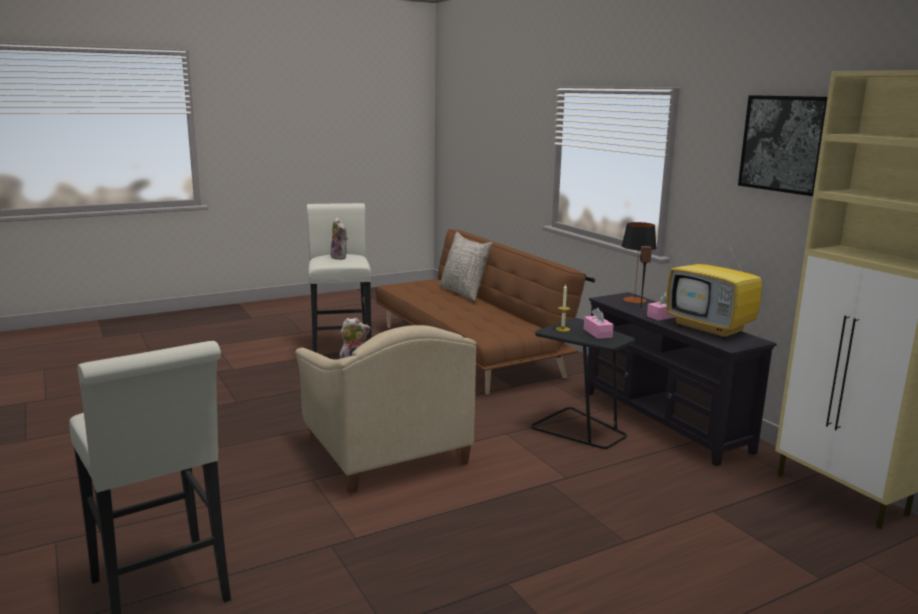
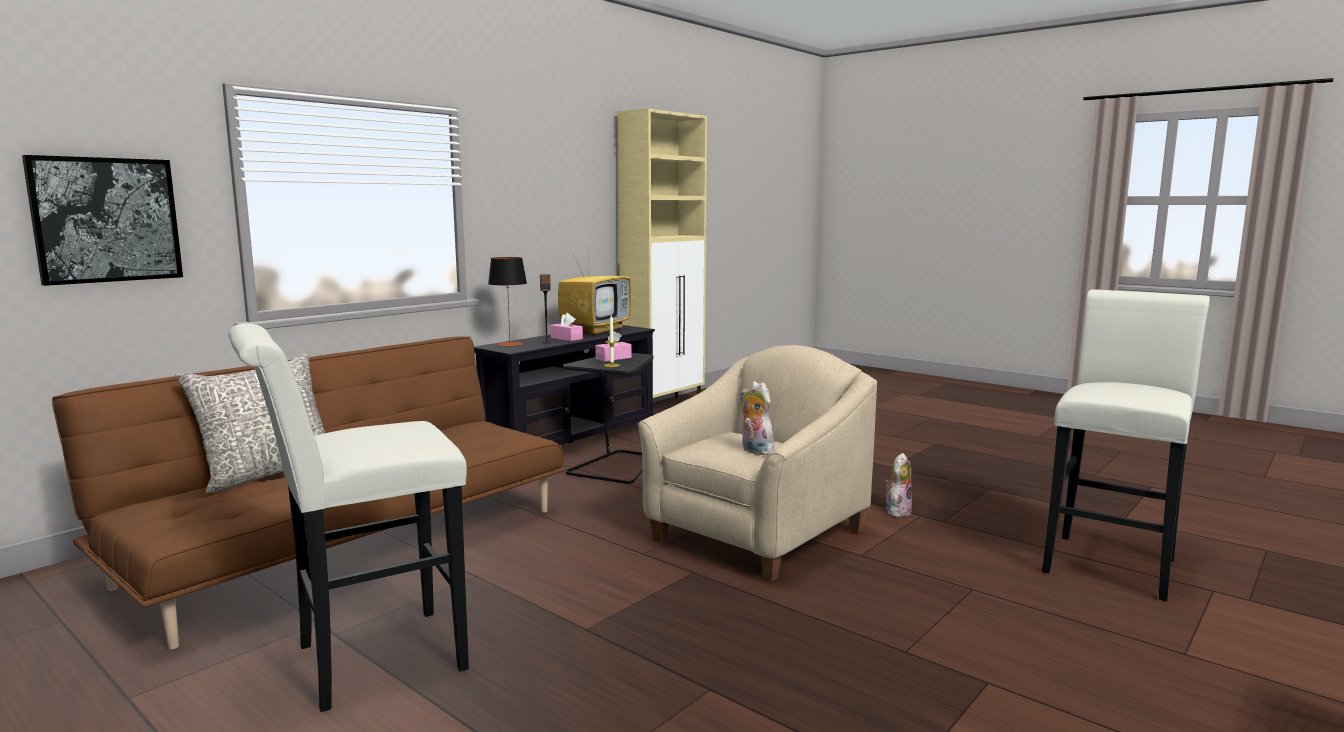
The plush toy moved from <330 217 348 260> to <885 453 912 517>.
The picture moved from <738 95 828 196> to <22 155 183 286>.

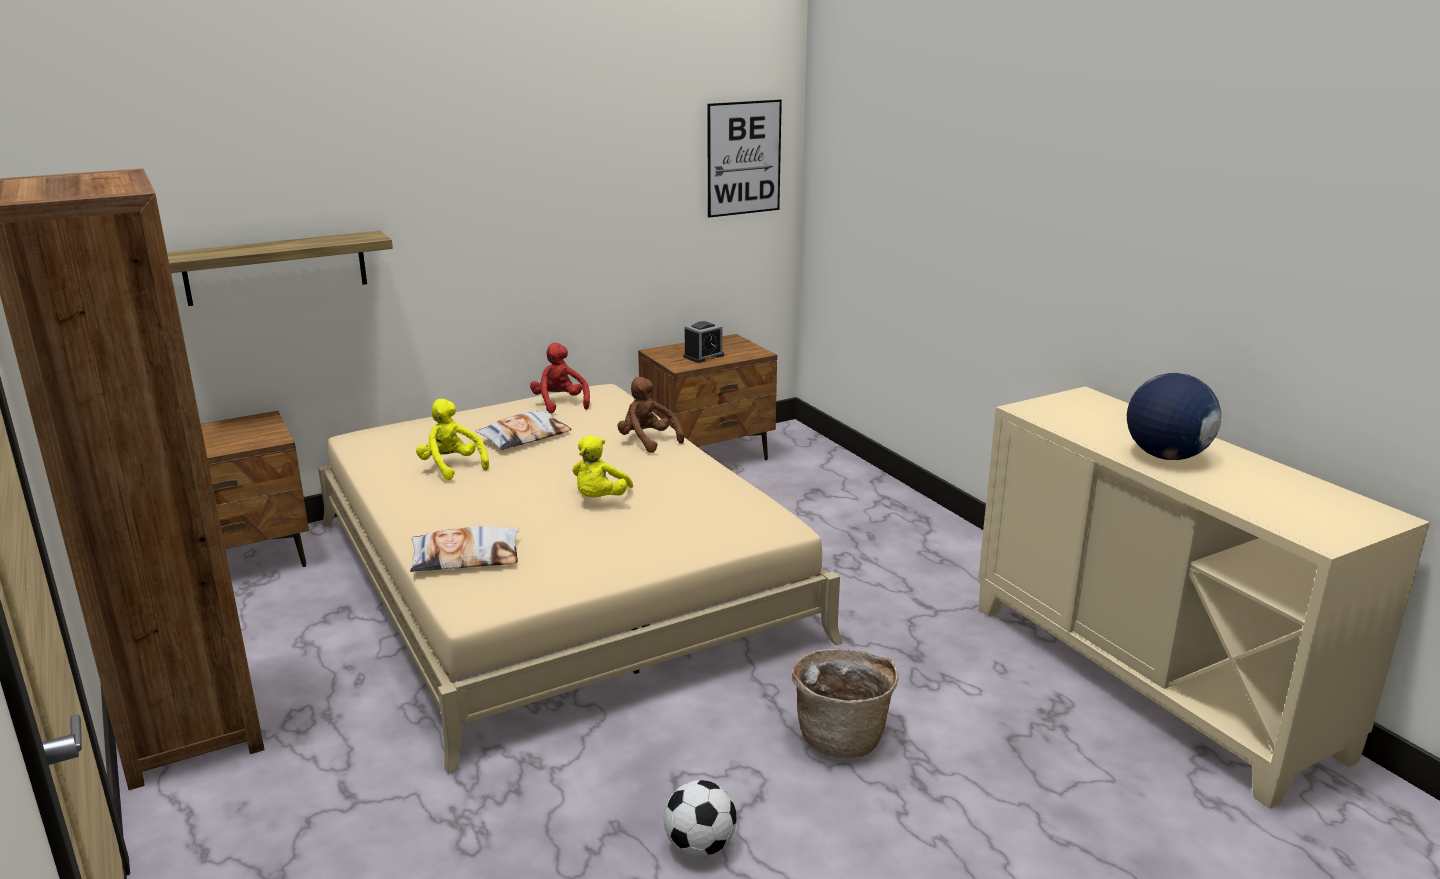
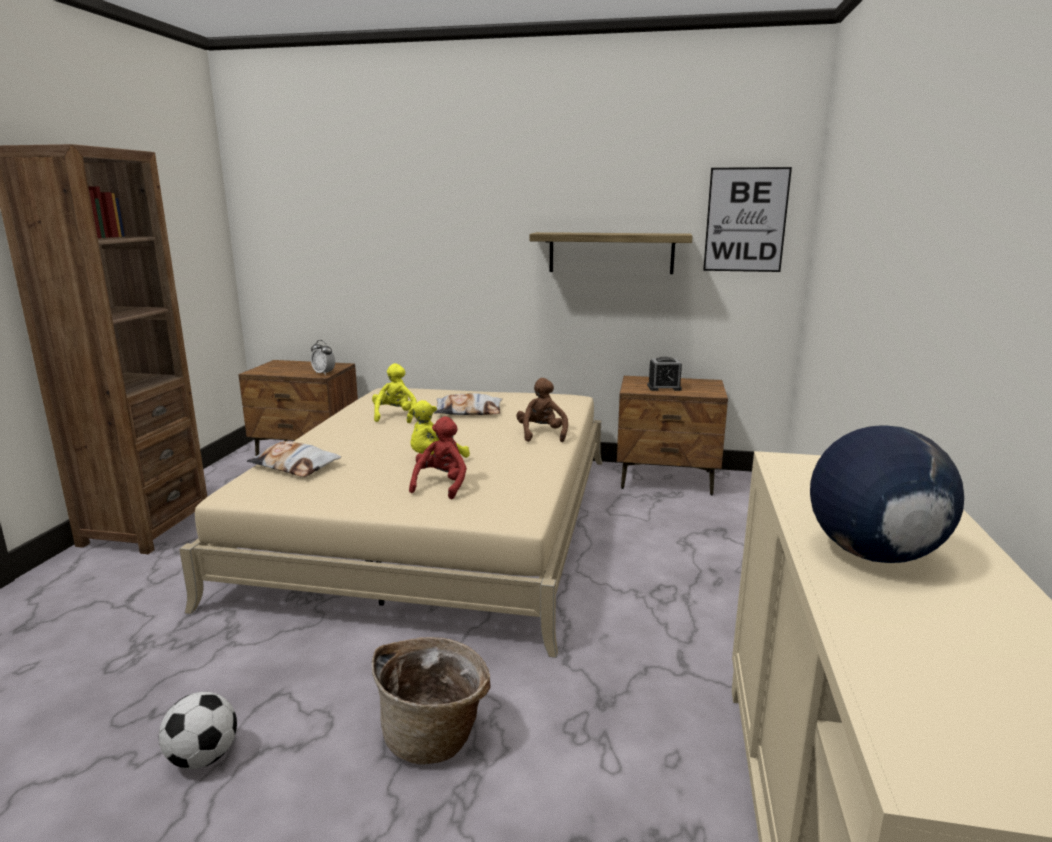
The wall shelf moved from <167 231 393 306> to <530 232 693 274>.
The reddish plush toy moved from <530 343 590 414> to <409 416 467 499>.
The alarm clock at <311 340 335 376> appeared.

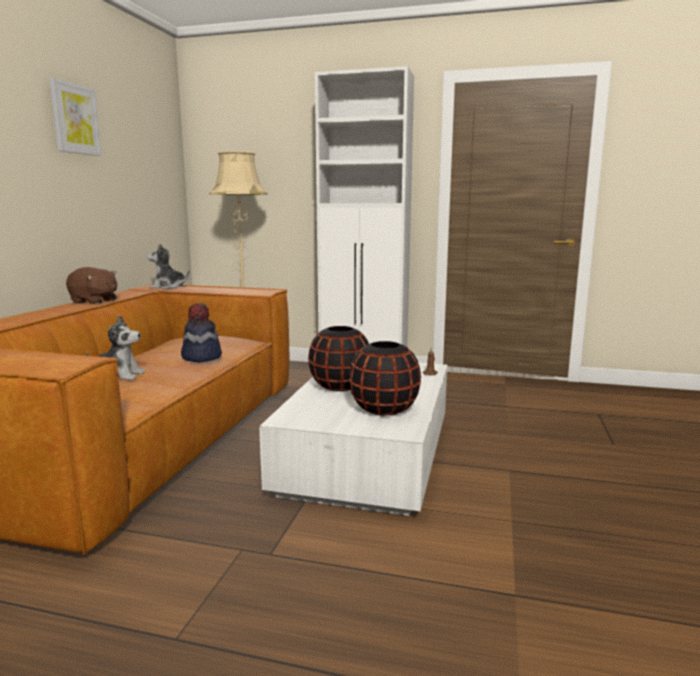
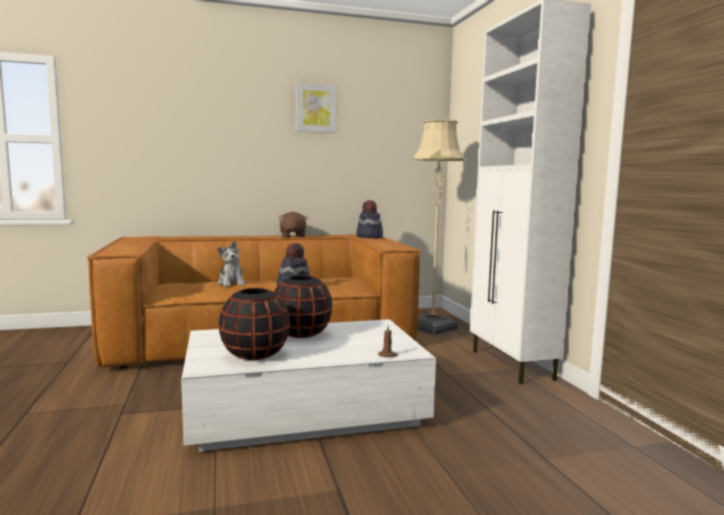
The plush toy at <147 243 190 289> was replaced by the clothing hat at <357 200 383 238>.

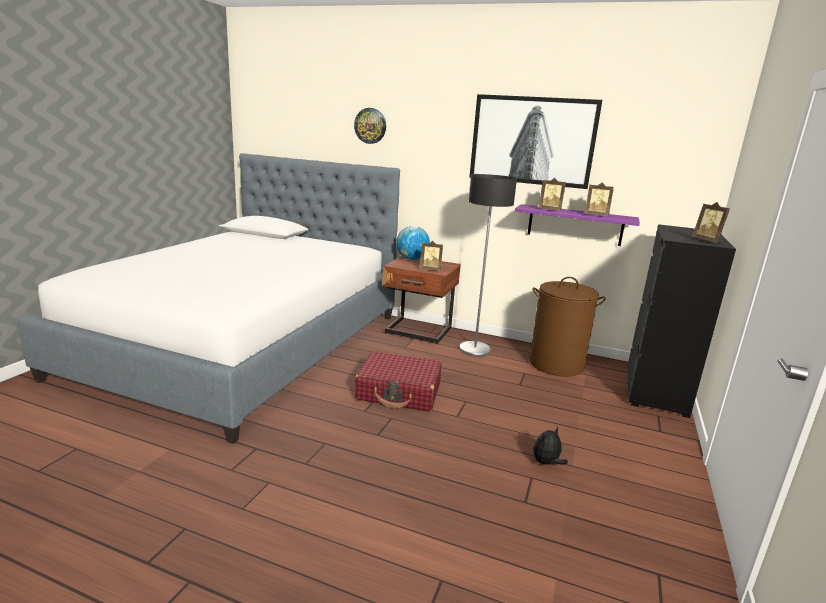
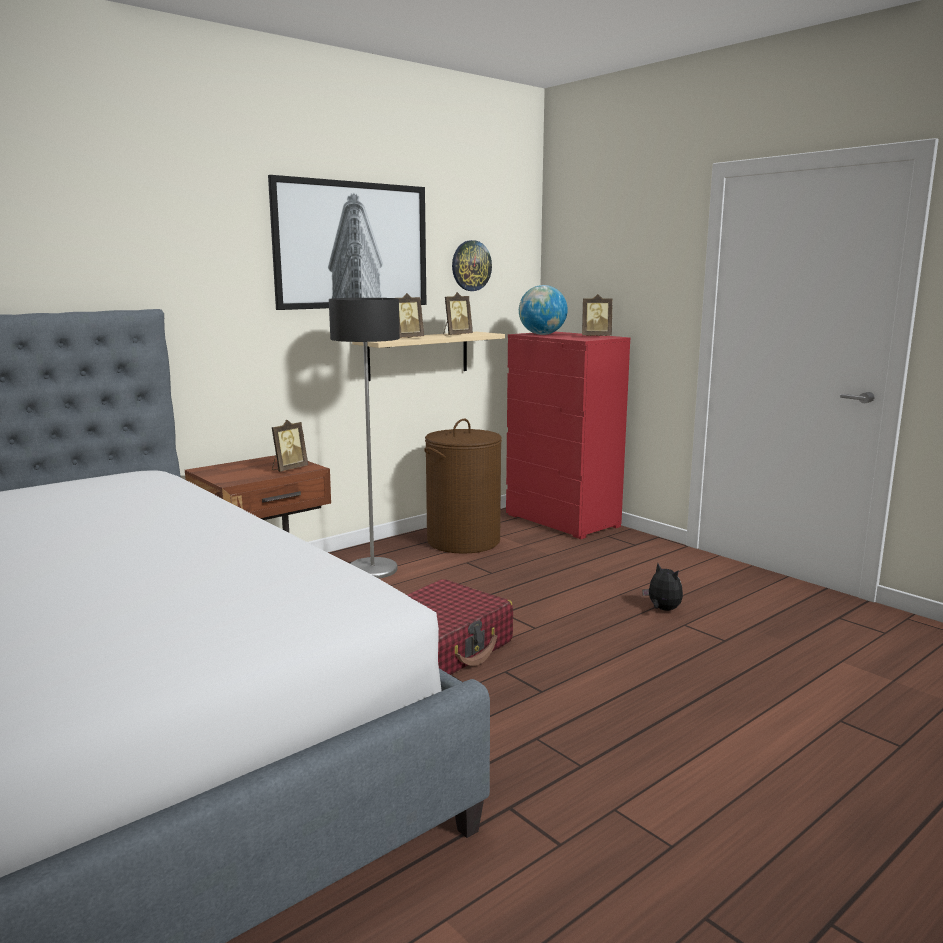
The clock on the wall moved from <354 108 386 144> to <452 240 492 291>.
The desk globe moved from <396 226 430 260> to <519 285 568 335>.
The purple wall shelf at <515 204 640 246> became the beige wall shelf at <352 332 505 381>.
The plush toy at <533 426 568 465> turned 150 degrees clockwise.
The black drawer chest at <628 224 736 418> became the reddish drawer chest at <506 332 630 539>.

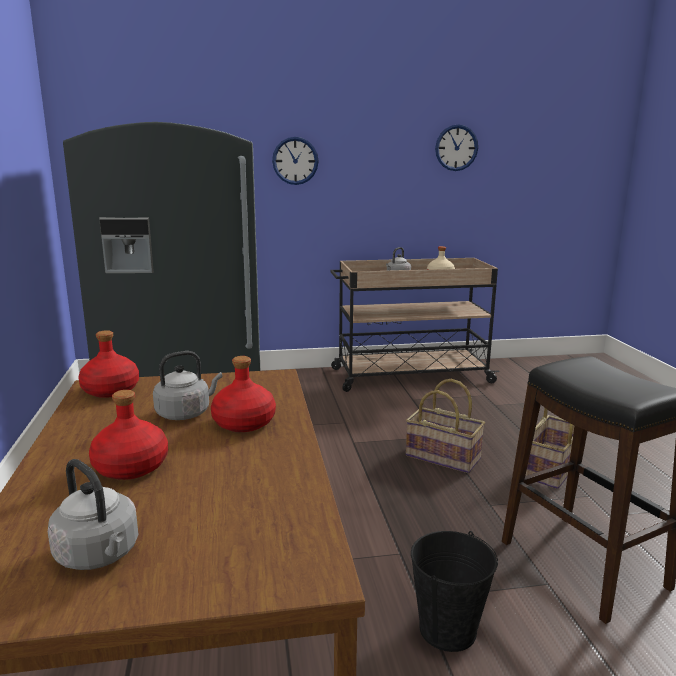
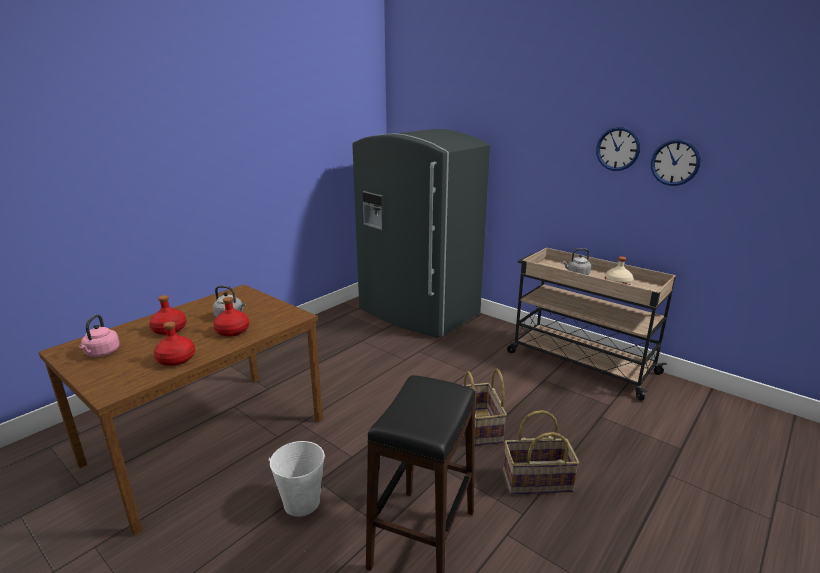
The greyish water kettle at <48 459 139 570> became the pink water kettle at <79 315 120 357>.
The reddish drink bottle moved from <78 330 139 398> to <154 321 195 366>.
The clock on the wall moved from <272 137 319 185> to <596 127 640 171>.
The black bucket at <411 531 498 652> became the white-coloured bucket at <269 441 325 517>.

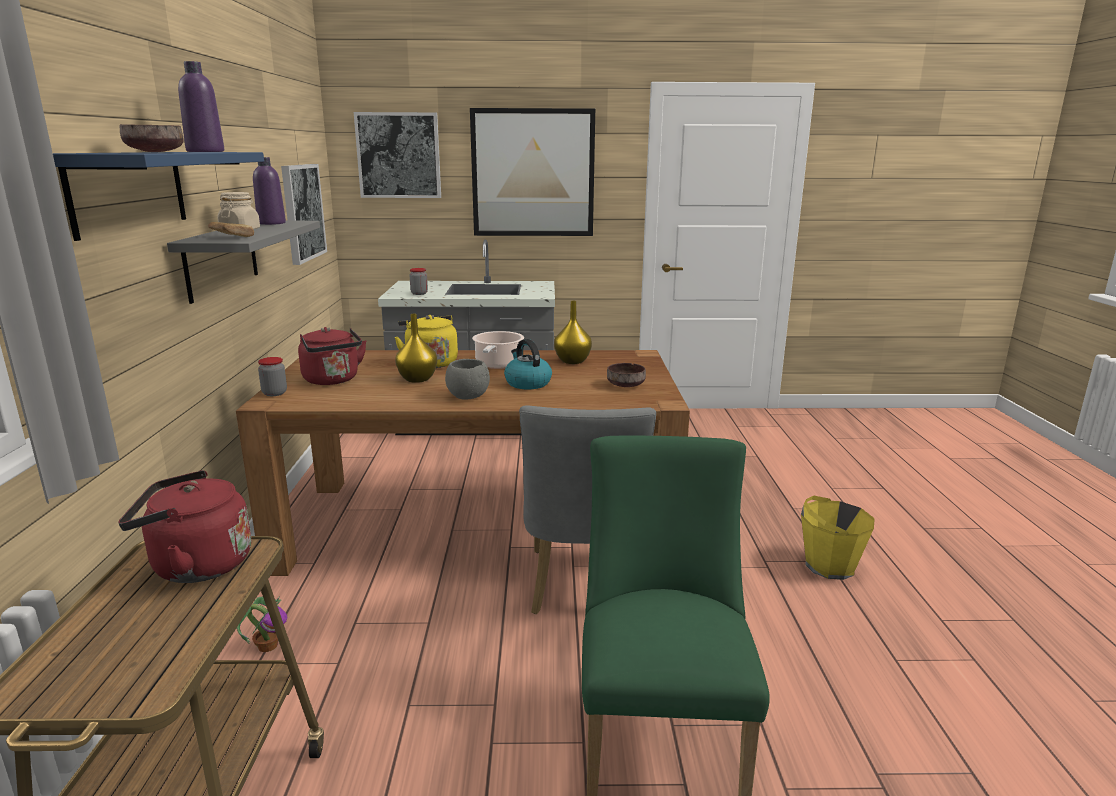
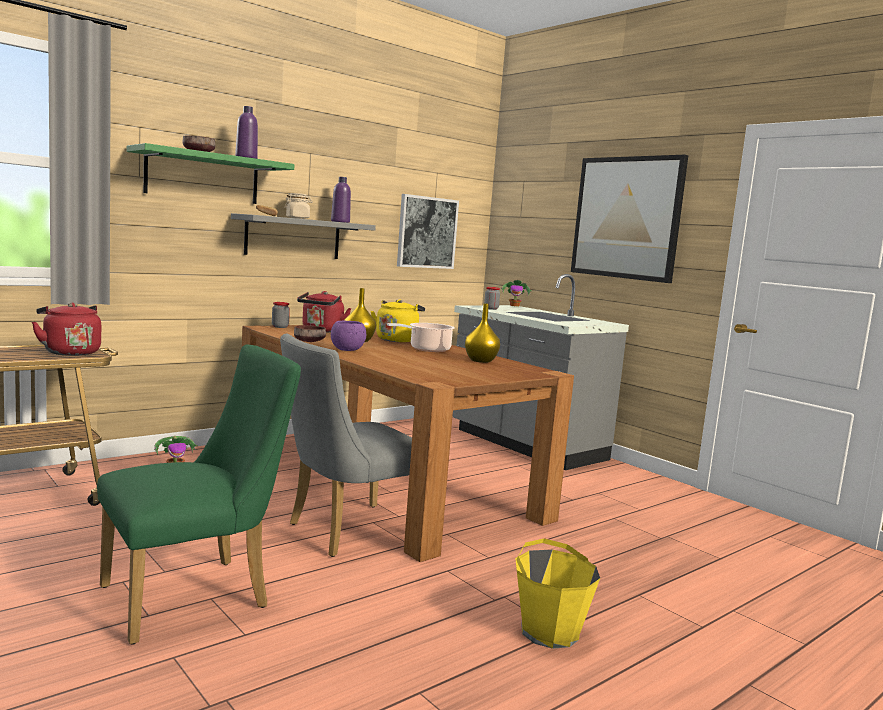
The bluish wall shelf at <53 152 264 241> became the green wall shelf at <127 143 295 204>.
The picture at <354 112 441 198> disappeared.
The greyish serving bowl at <445 359 490 399> became the purple serving bowl at <331 321 366 351>.
The water kettle at <504 339 552 389> disappeared.
The brown serving bowl moved from <607 363 646 387> to <294 325 326 342>.
The plant in a pot at <501 280 532 307> appeared.

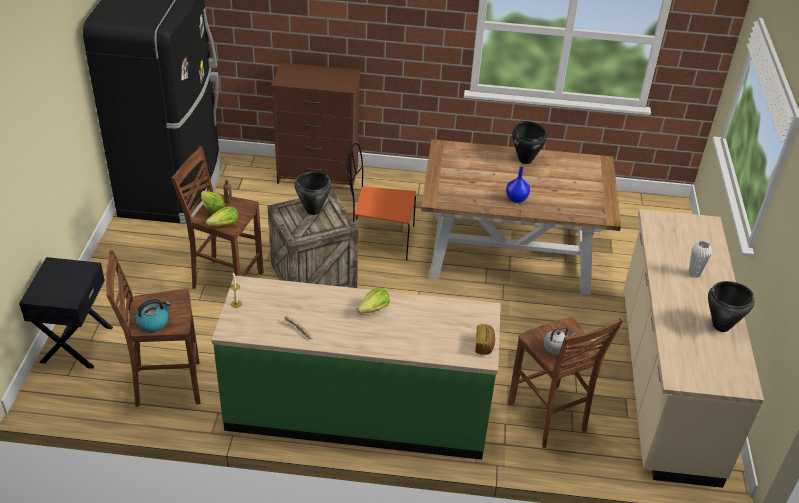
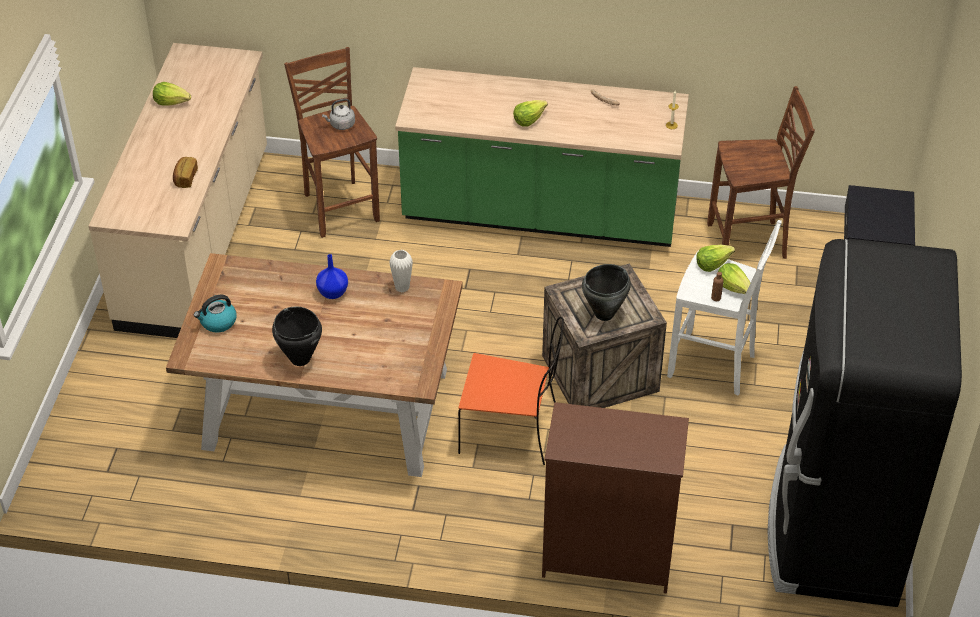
The water kettle moved from <135 299 171 332> to <194 295 237 333>.
The brown stool at <171 146 264 289> became the white-coloured stool at <667 220 782 396>.
The bread moved from <475 324 495 355> to <173 157 198 188>.
The white-coloured flower vase moved from <688 241 712 278> to <389 250 413 292>.
The black saucepot at <708 281 755 332> was replaced by the head of lettuce at <153 82 191 106>.

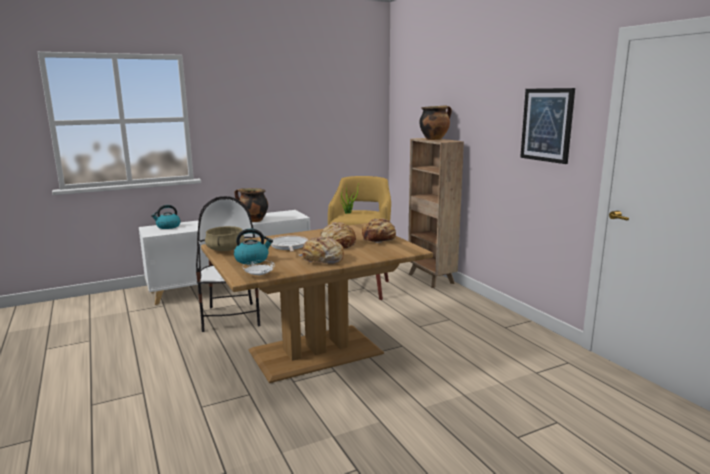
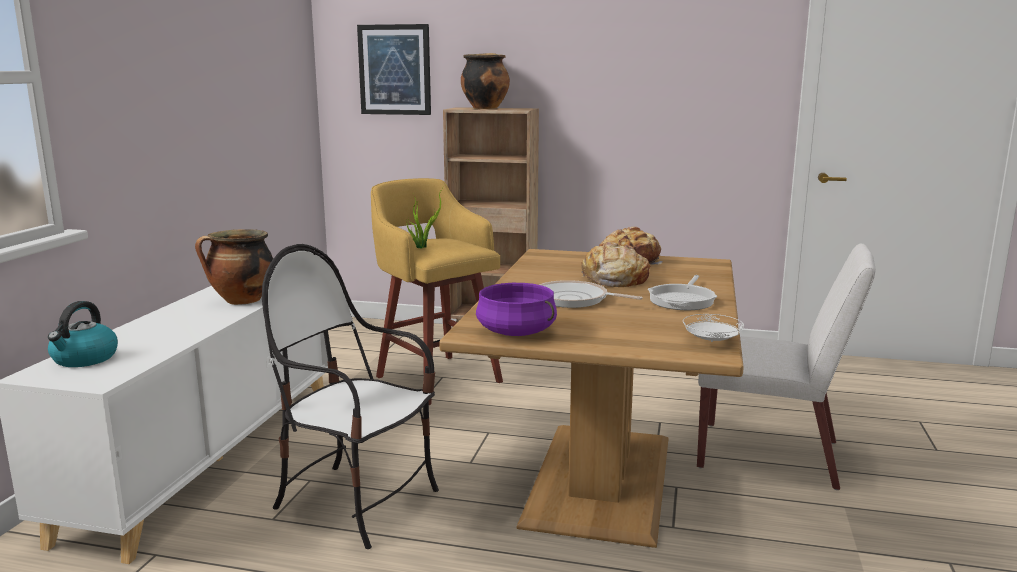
The beige saucepot at <205 226 245 251> became the purple saucepot at <476 283 557 336>.
The water kettle at <234 229 273 264> disappeared.
The bread at <299 236 344 264> was replaced by the skillet at <648 275 717 310>.
The picture moved from <520 88 575 164> to <357 24 431 115>.
The white-coloured plain chair at <697 244 876 490> appeared.

